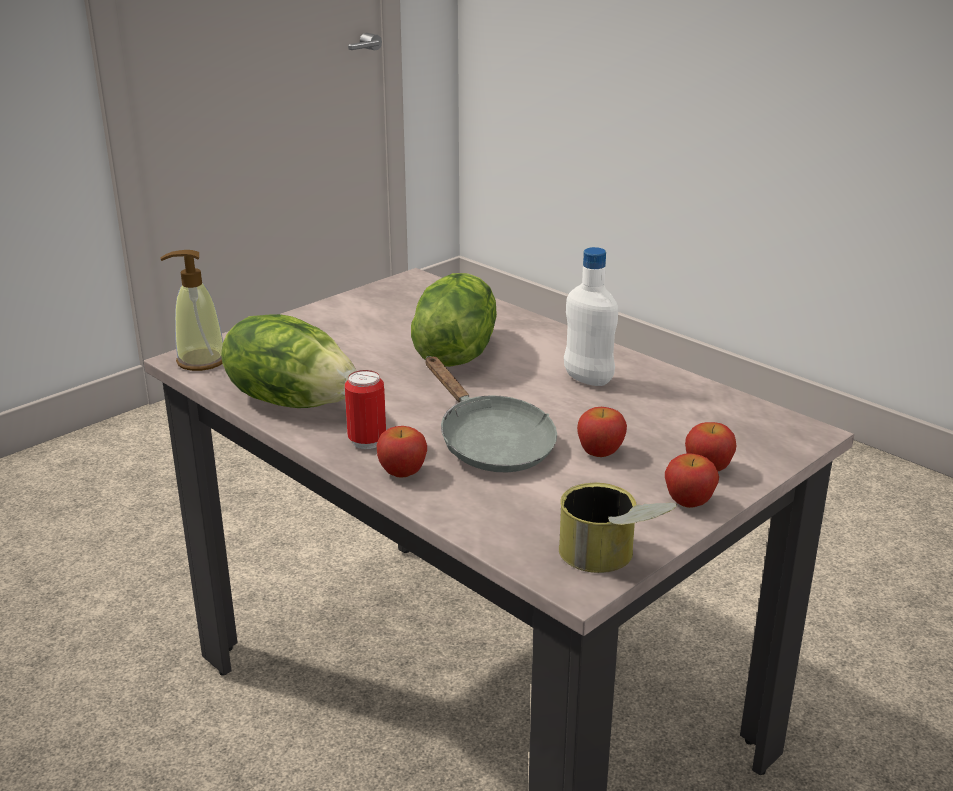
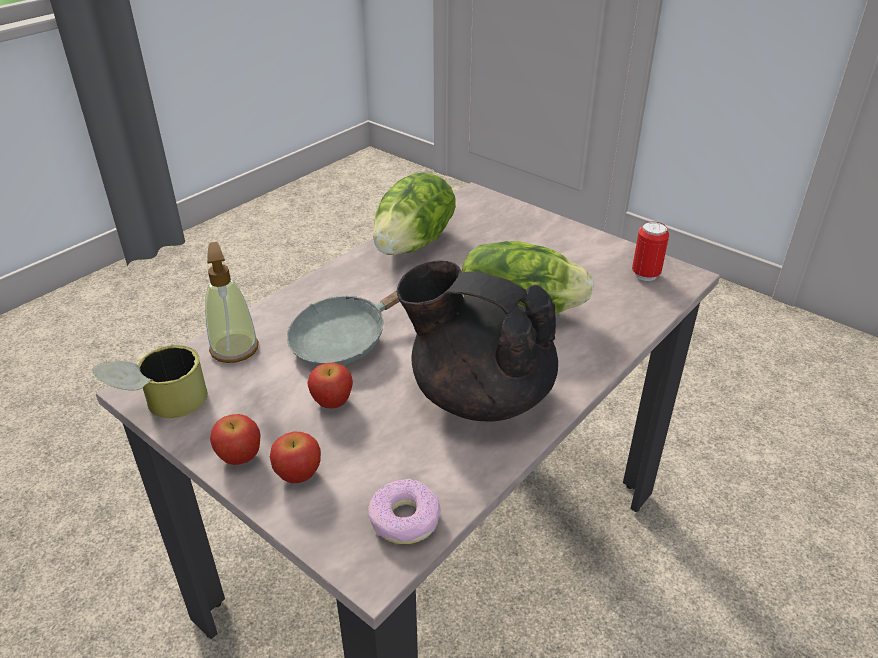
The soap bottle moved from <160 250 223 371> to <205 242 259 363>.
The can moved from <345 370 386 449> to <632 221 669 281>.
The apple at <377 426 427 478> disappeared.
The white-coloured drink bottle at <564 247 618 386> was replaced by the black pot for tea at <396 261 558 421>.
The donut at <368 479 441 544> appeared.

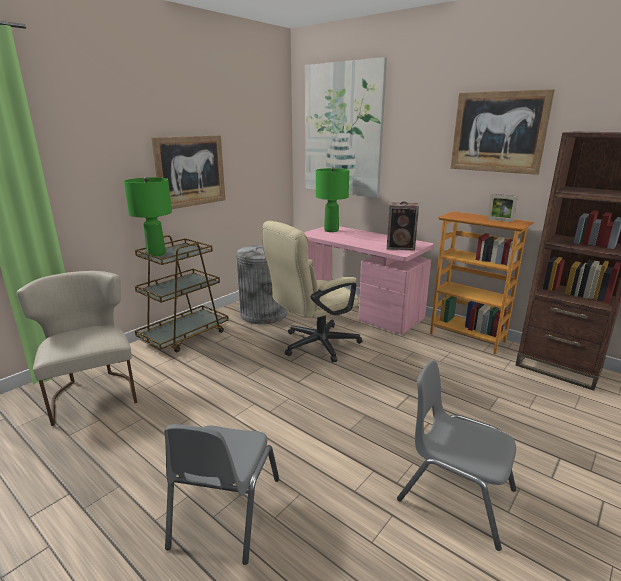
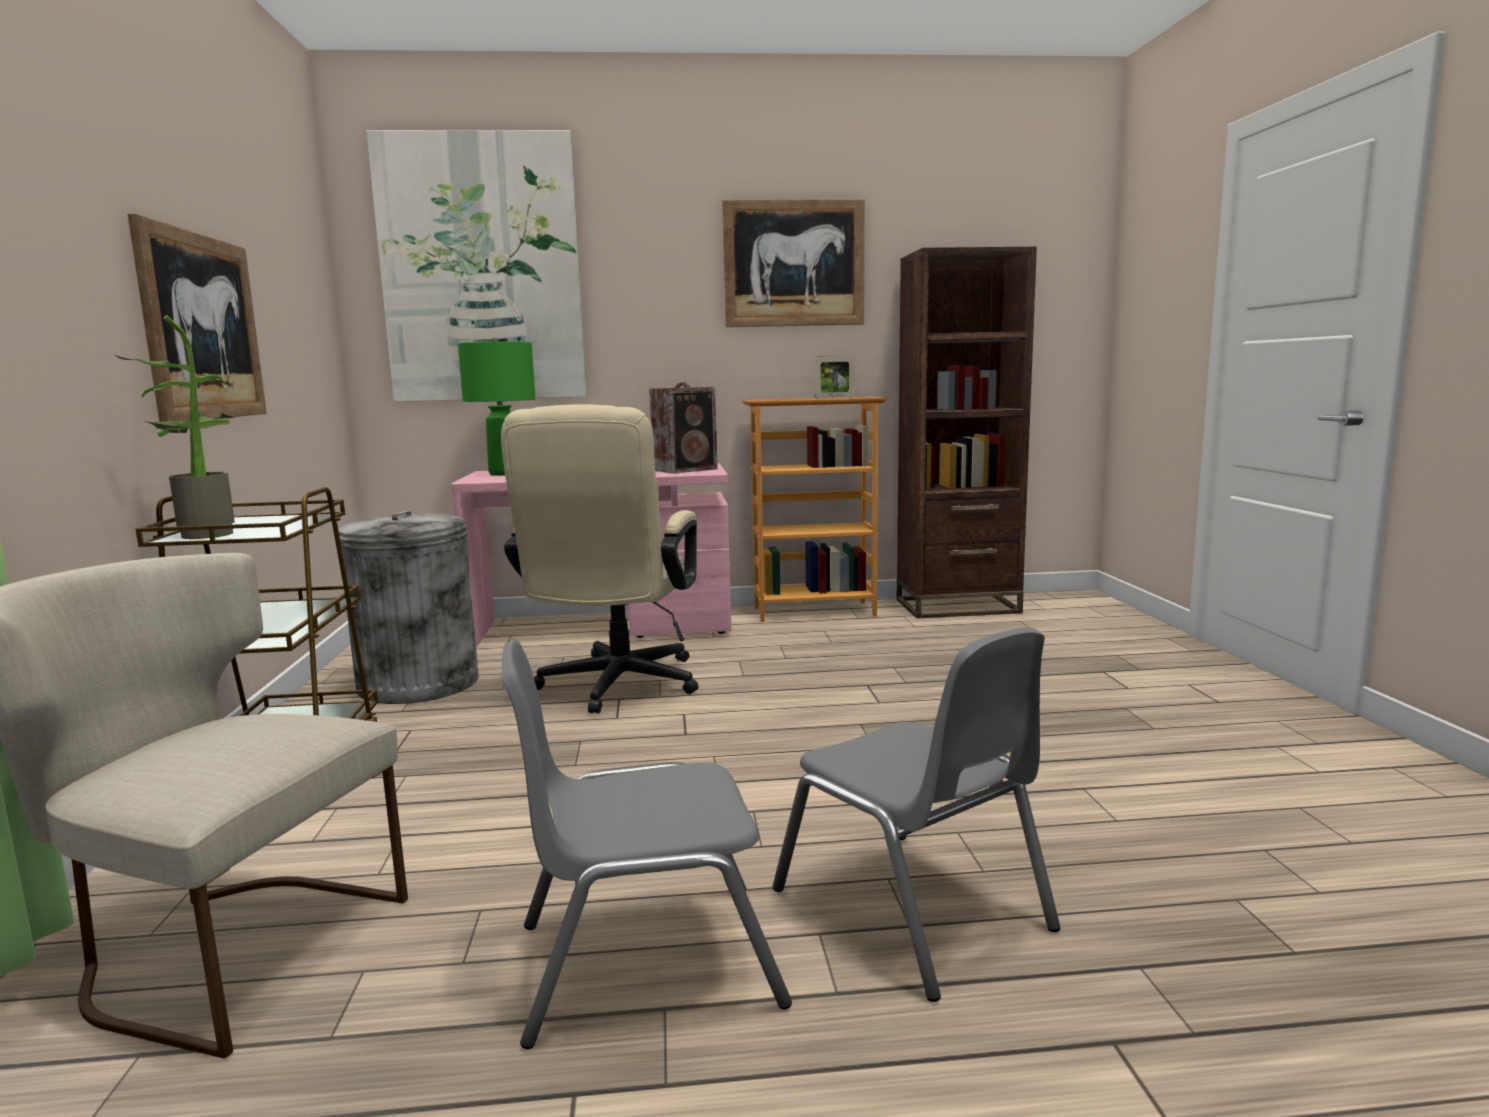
The green tabletop lamp at <124 177 172 256> was replaced by the plant in a pot at <114 315 235 539>.
The greyish plain chair moved from <397 360 516 551> to <502 640 792 1049>.

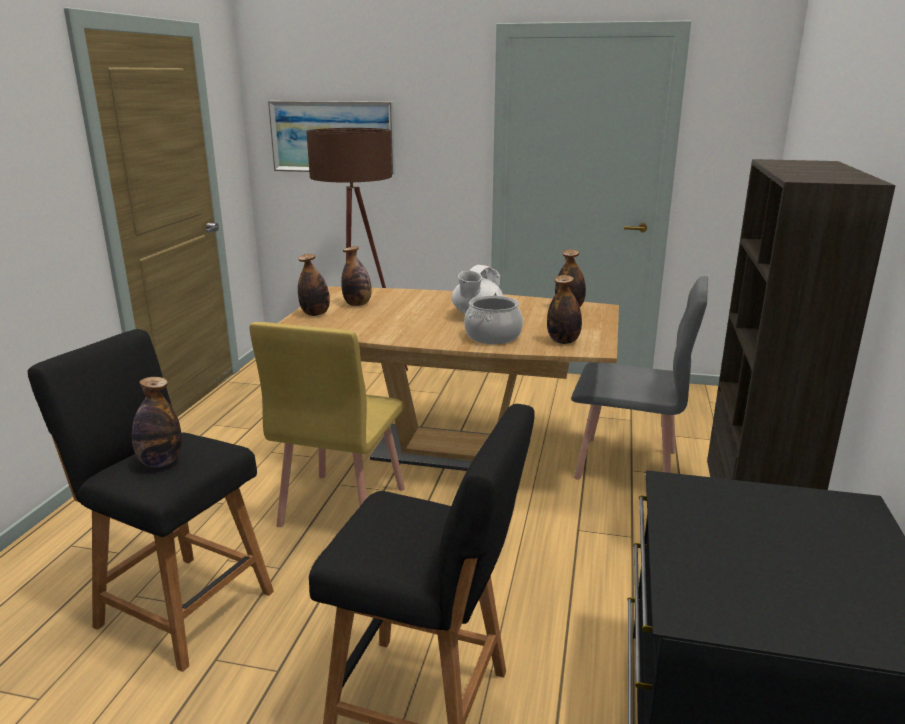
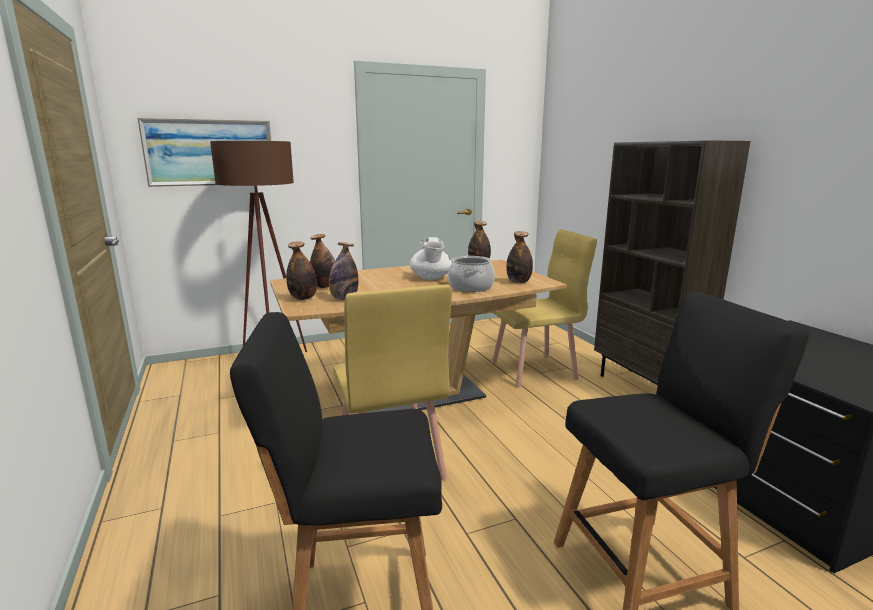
The drink bottle moved from <132 377 182 467> to <329 242 358 300>.
The greyish plain chair at <571 276 708 480> became the yellow plain chair at <492 229 597 388>.

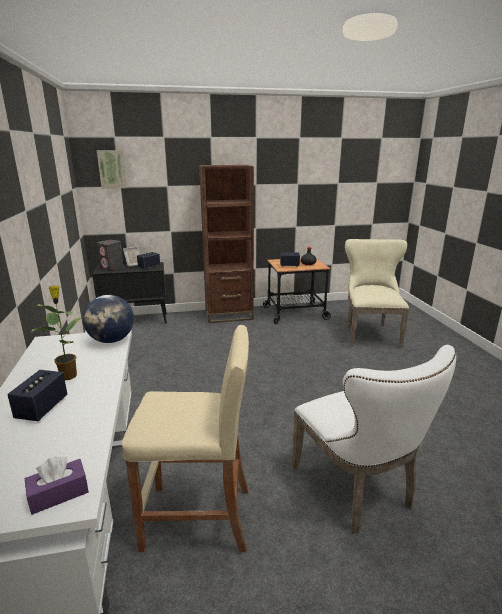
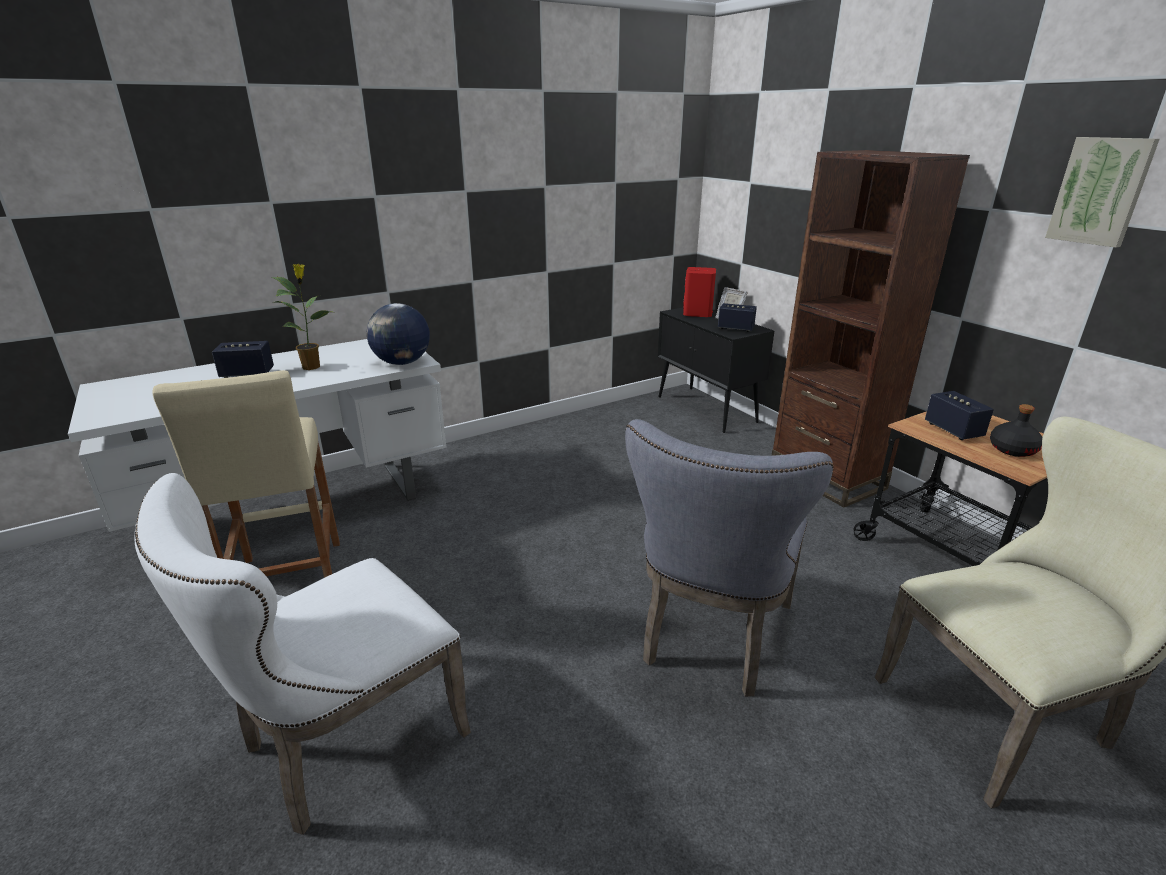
The purple tissue box at <24 456 89 515> disappeared.
The picture moved from <97 150 127 189> to <1045 137 1160 248>.
The greyish audio speaker at <97 240 124 271> became the reddish audio speaker at <683 267 716 317>.
The greyish plain chair at <625 419 834 697> appeared.

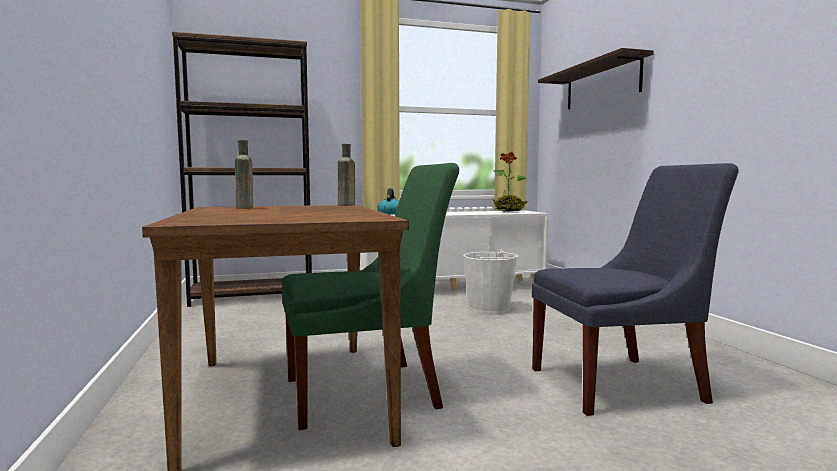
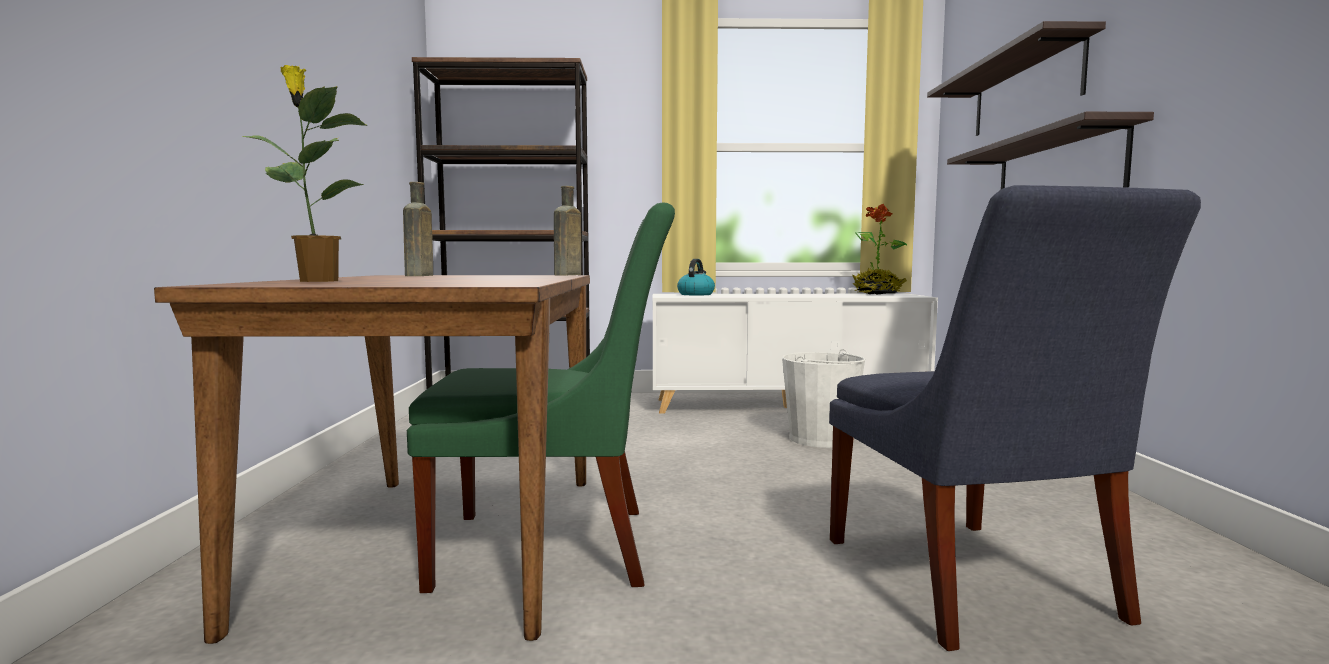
The bluish plain chair at <532 163 739 416> turned 75 degrees clockwise.
The plant in a pot at <243 65 368 282> appeared.
The wall shelf at <947 112 1154 189> appeared.

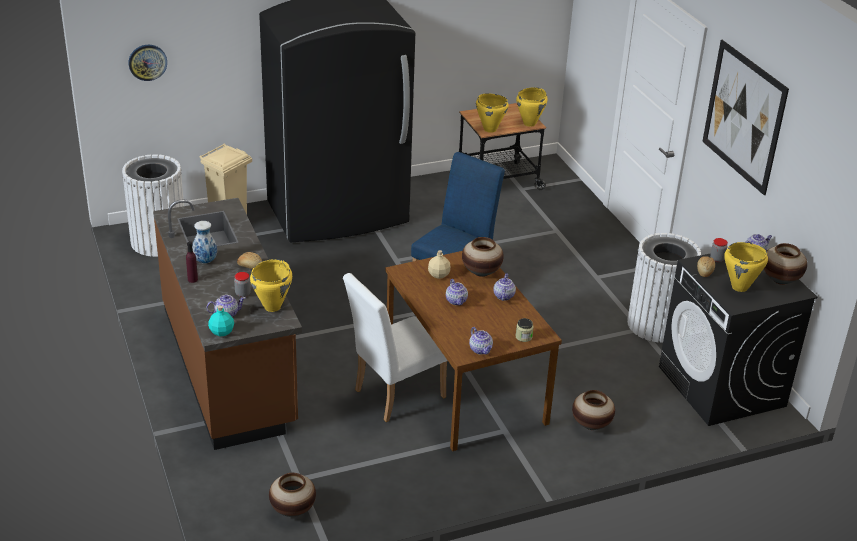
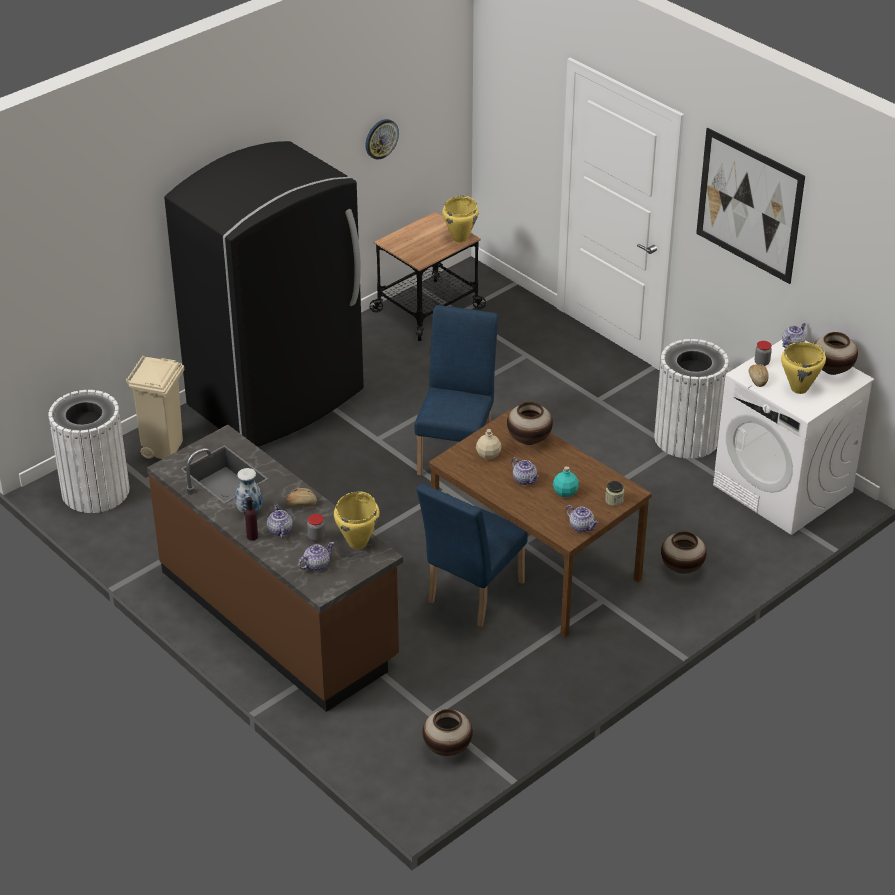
The clock on the wall moved from <128 45 167 81> to <366 119 399 159>.
The turquoise drink bottle moved from <208 305 234 337> to <553 466 579 497>.
The white-coloured plain chair at <343 273 448 422> became the bluish plain chair at <417 483 528 627>.
The yellow saucepot at <476 94 509 133> disappeared.
The pot for tea moved from <493 273 516 301> to <267 504 293 538>.
The black laundry appliance at <659 250 818 426> became the white-coloured laundry appliance at <713 340 874 535>.

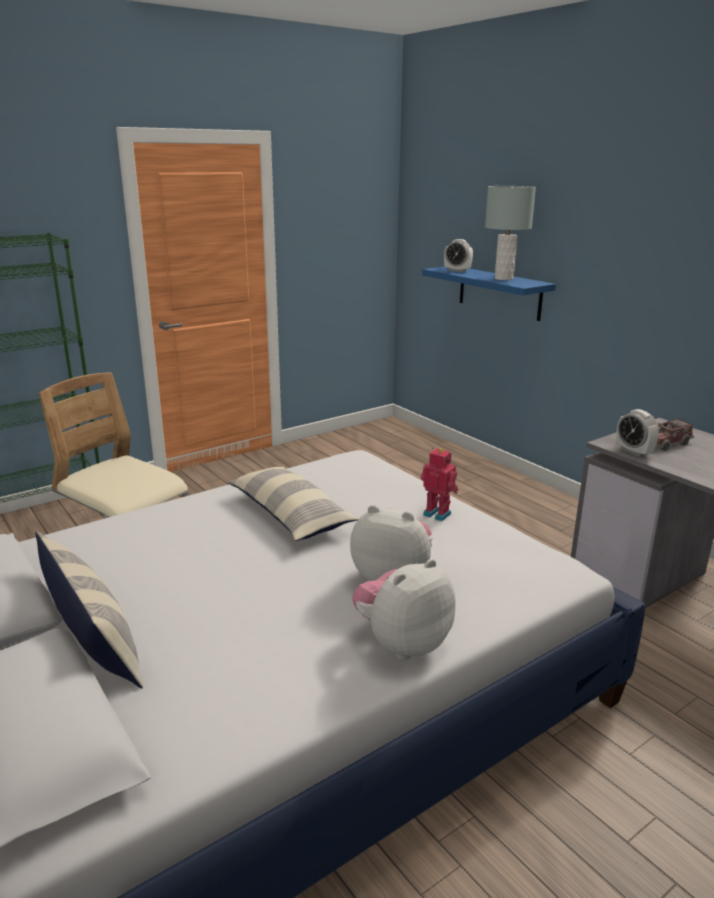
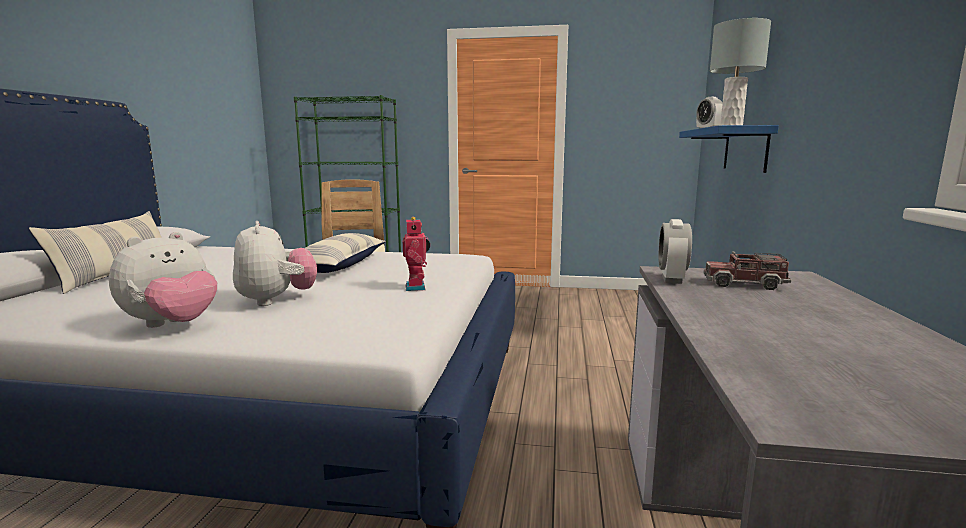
The plush toy at <352 559 455 660> turned 120 degrees clockwise.

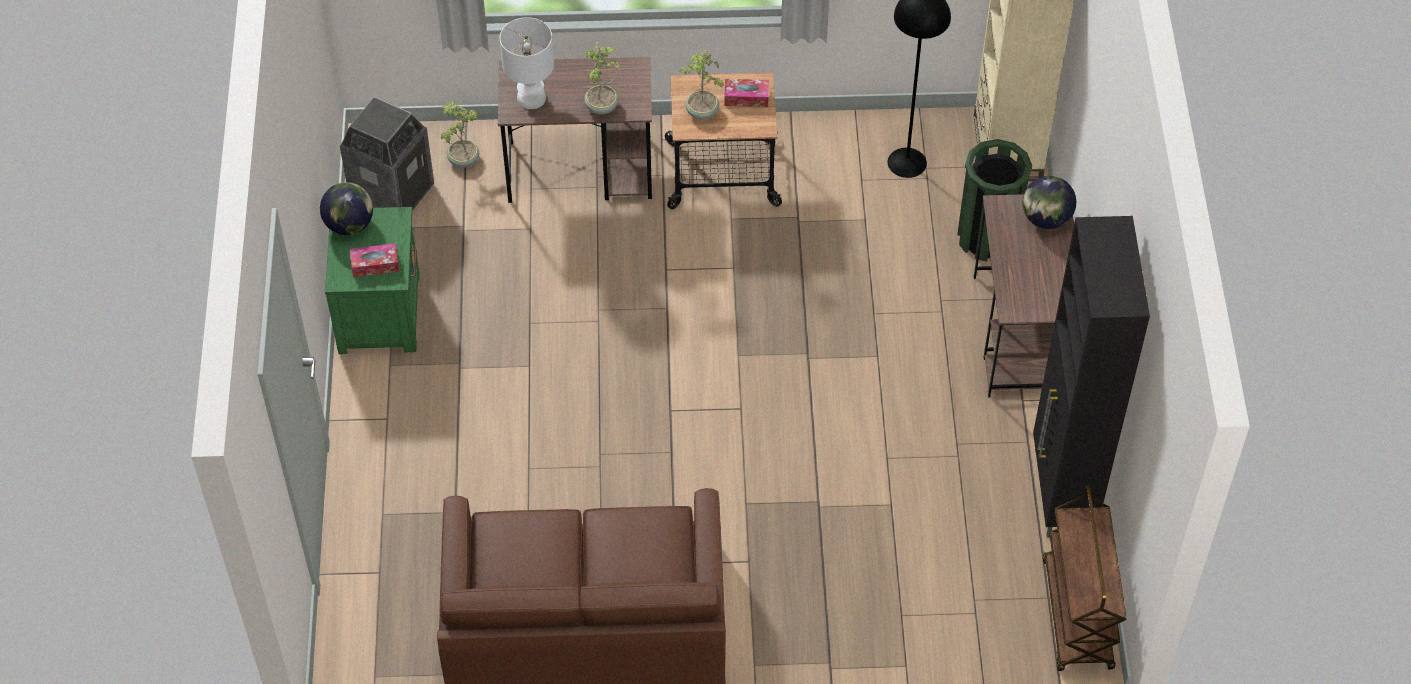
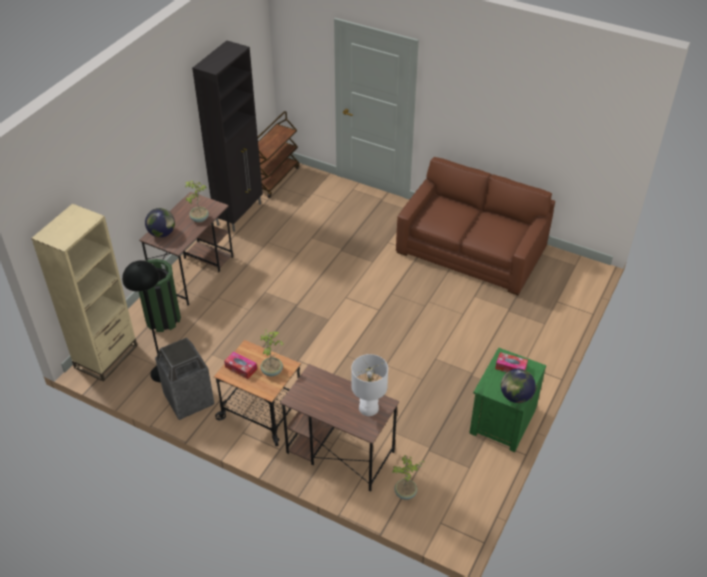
The trash can moved from <340 97 434 211> to <155 337 215 420>.
The plant in a pot moved from <584 42 621 114> to <185 181 209 223>.

